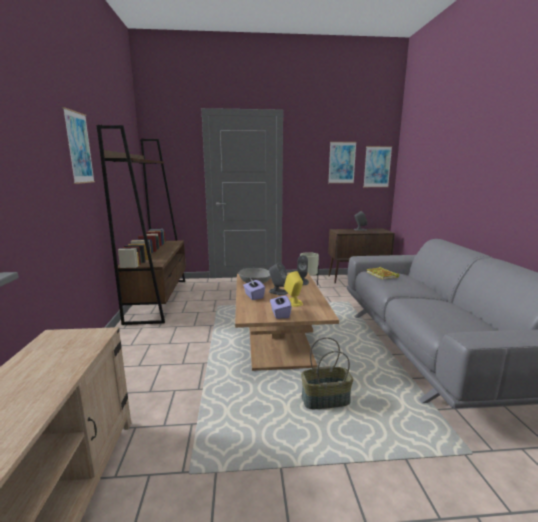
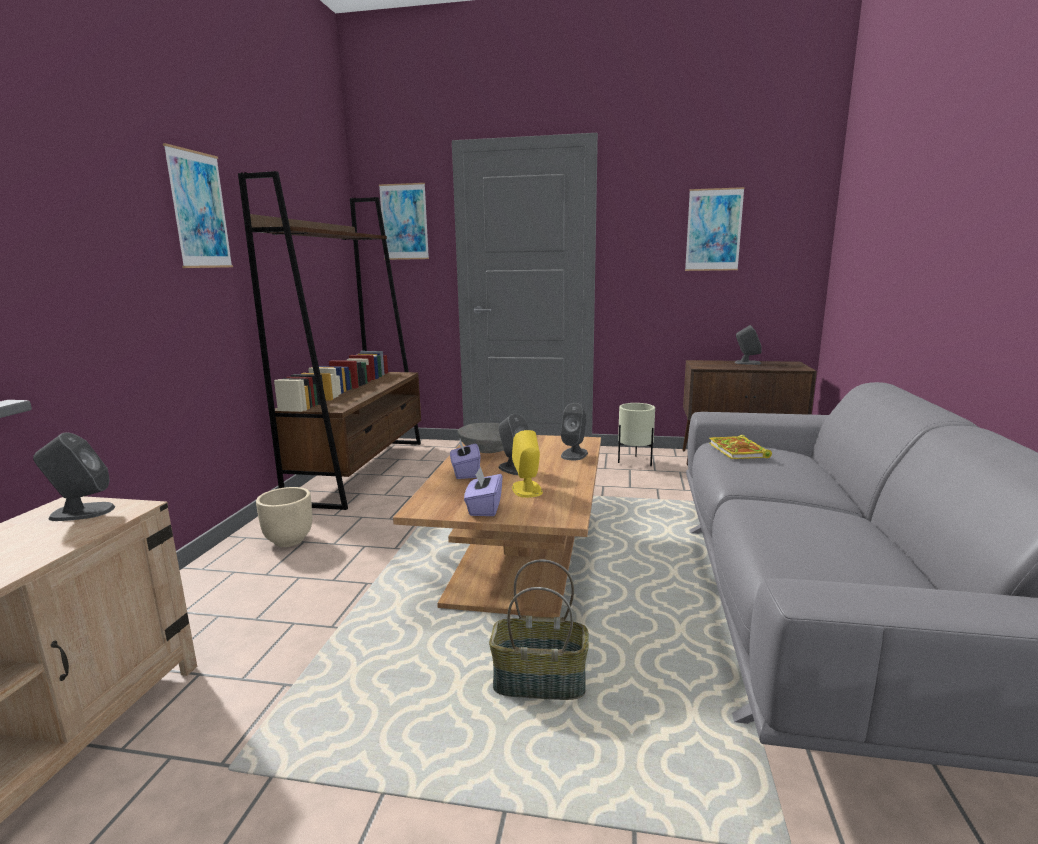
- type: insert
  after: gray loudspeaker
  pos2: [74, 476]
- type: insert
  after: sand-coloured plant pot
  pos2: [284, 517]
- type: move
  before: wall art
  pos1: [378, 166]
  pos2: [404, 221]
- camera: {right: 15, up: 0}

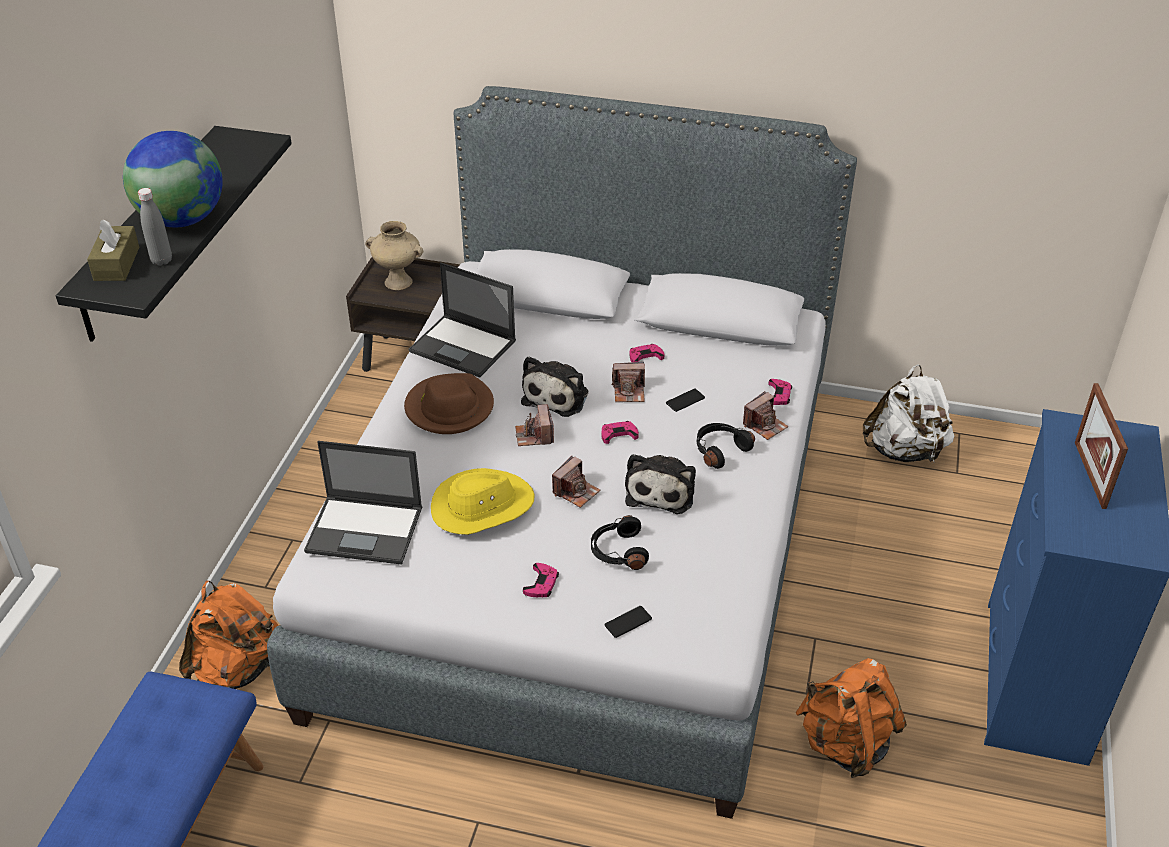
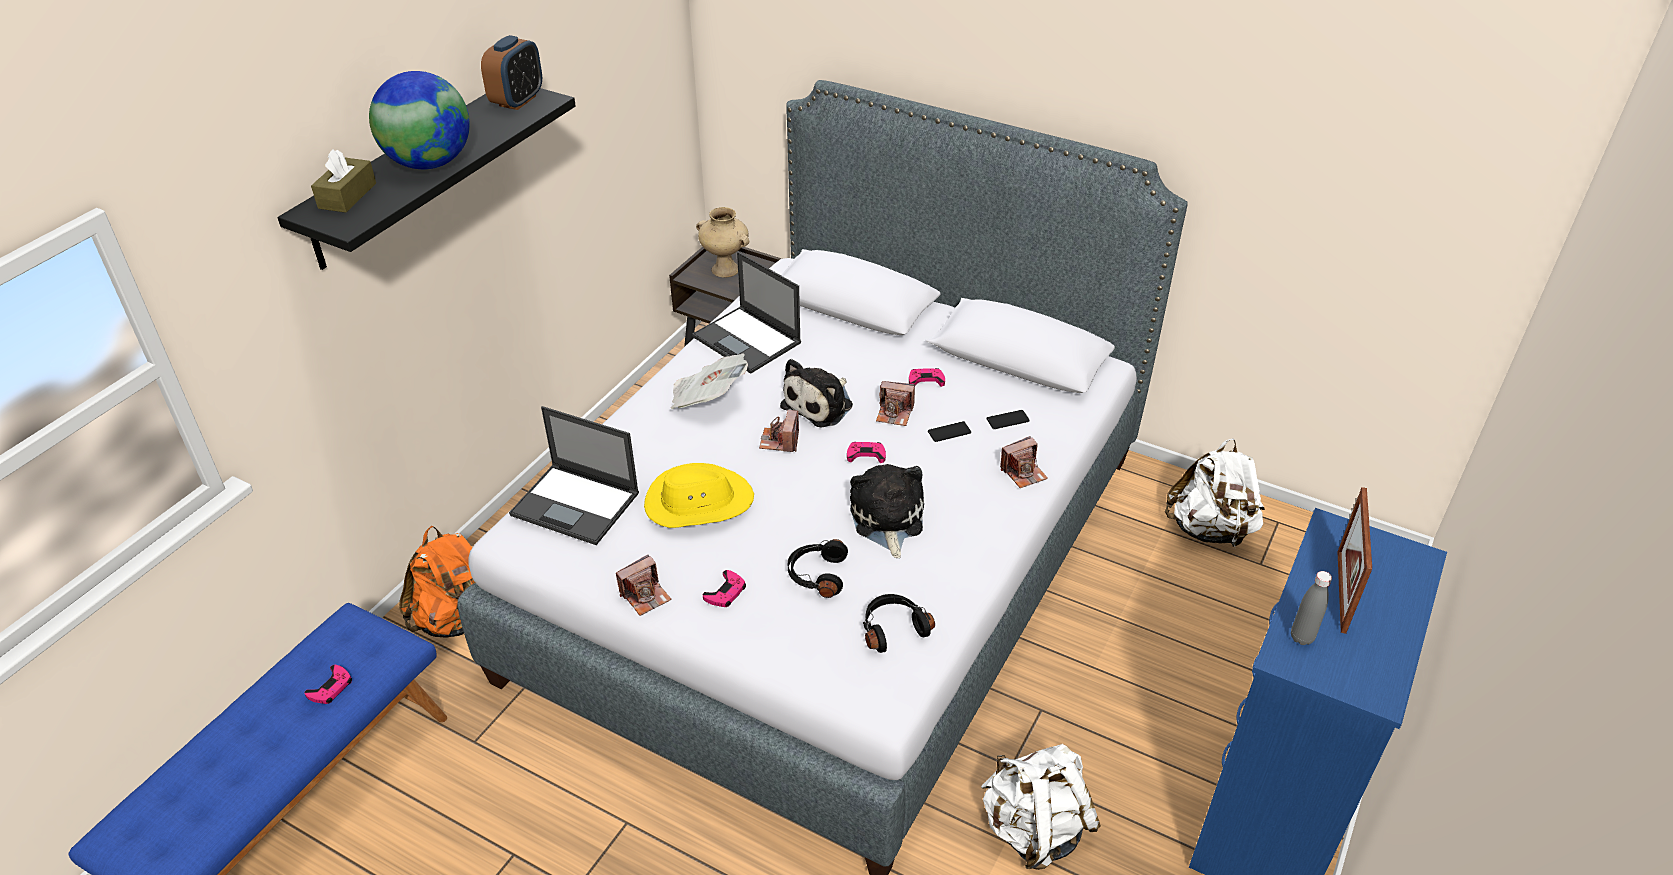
- type: move
  before: pink-coloured game controller
  pos1: [780, 392]
  pos2: [328, 684]
- type: insert
  after: alarm clock
  pos2: [511, 72]
- type: move
  before: photo camera
  pos1: [576, 482]
  pos2: [643, 585]
- type: replace
  before: brownish hat
  after: daily paper
  pos1: [449, 403]
  pos2: [709, 381]
- type: rotate
  before: plush toy
  pos1: [660, 484]
  pos2: [887, 511]
  turn: 150
- type: move
  before: blackish headphones
  pos1: [726, 446]
  pos2: [899, 623]
- type: recolor
  before: orange-coloured rucksack
  after: white rucksack
  pos1: [851, 718]
  pos2: [1041, 807]
- type: move
  before: telephone
  pos1: [628, 622]
  pos2: [1008, 419]
- type: move
  before: gray beverage bottle
  pos1: [155, 227]
  pos2: [1311, 608]
- camera: {right: 15, up: 0}

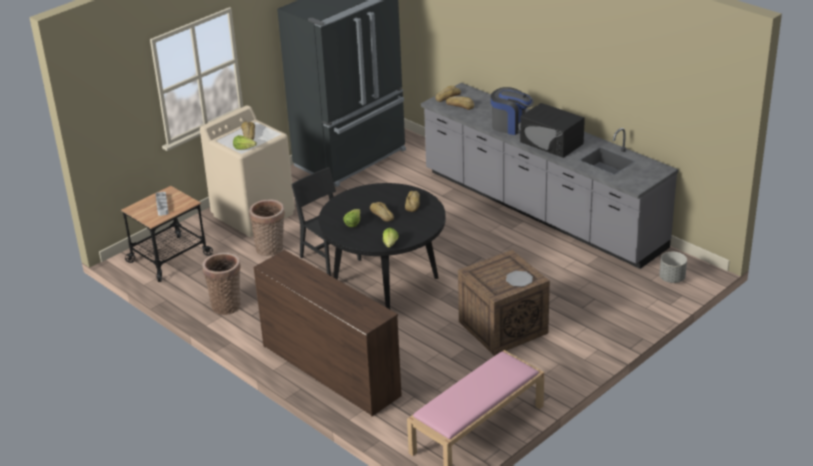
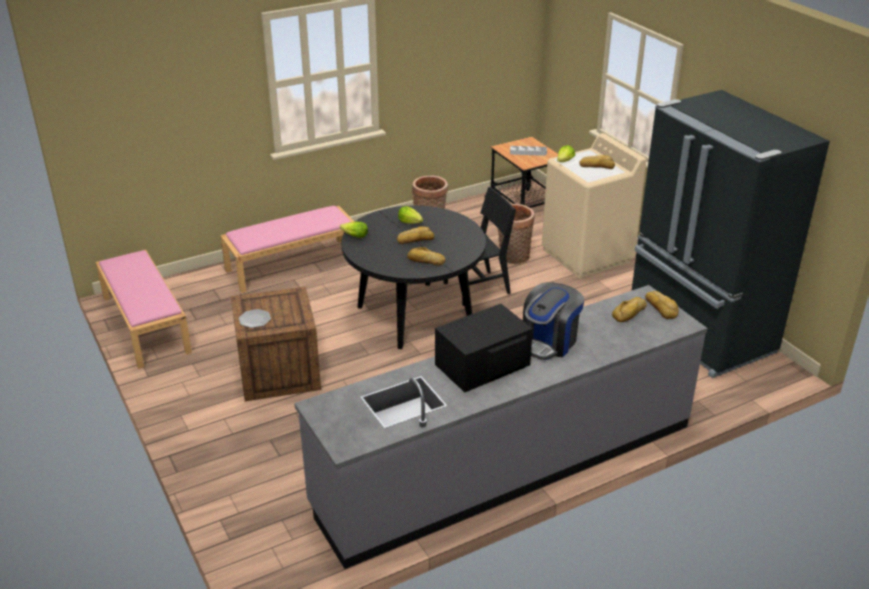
- type: replace
  before: brownish drawer chest
  after: pink-coloured indoor bench
  pos1: [327, 333]
  pos2: [287, 249]
- type: delete
  before: gray plant pot
  pos1: [673, 267]
- camera: {right: 105, up: 0}

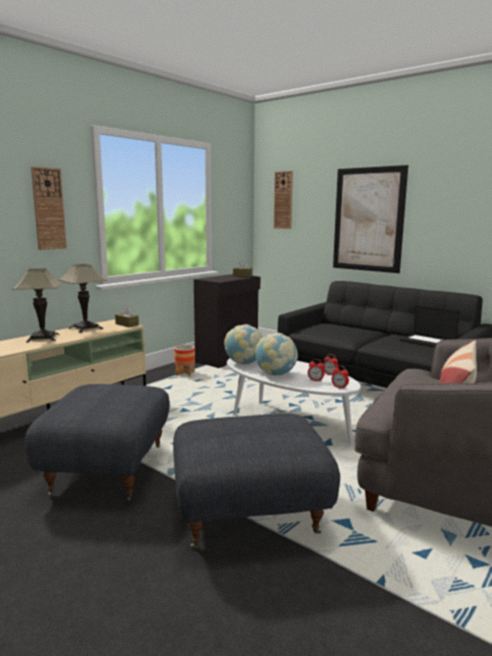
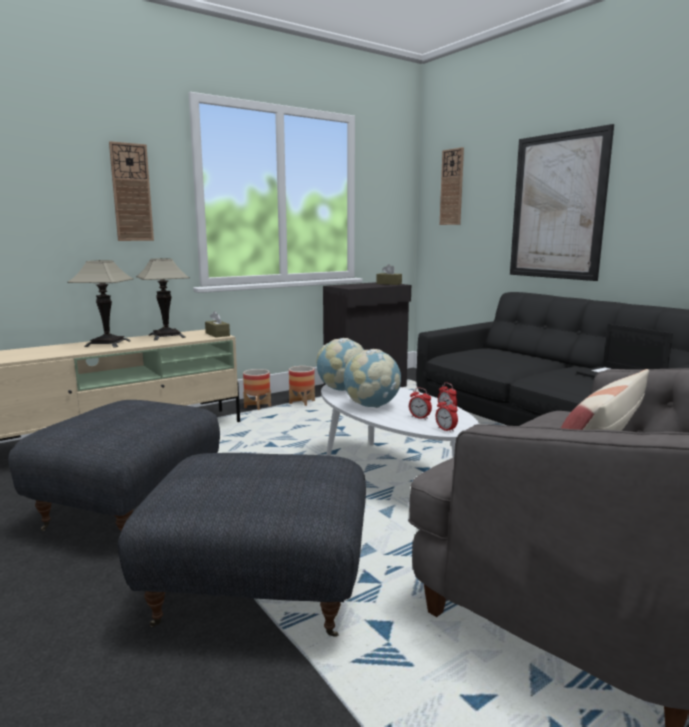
- type: insert
  after: plant pot
  pos2: [257, 389]
- camera: {right: 15, up: 0}

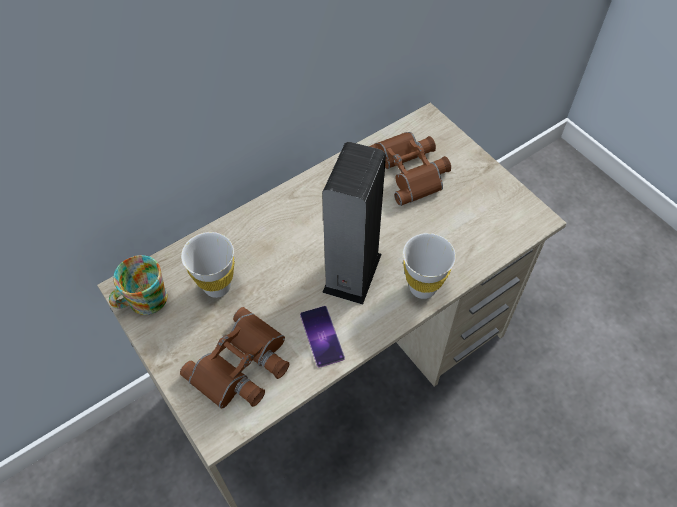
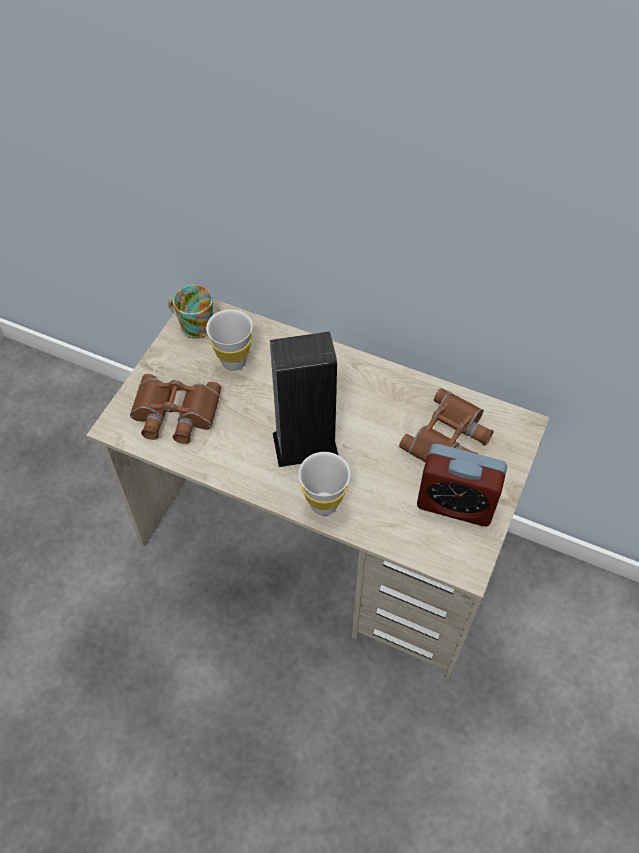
- type: insert
  after: alarm clock
  pos2: [462, 485]
- type: delete
  before: telephone
  pos1: [322, 337]
- camera: {right: 60, up: 0}

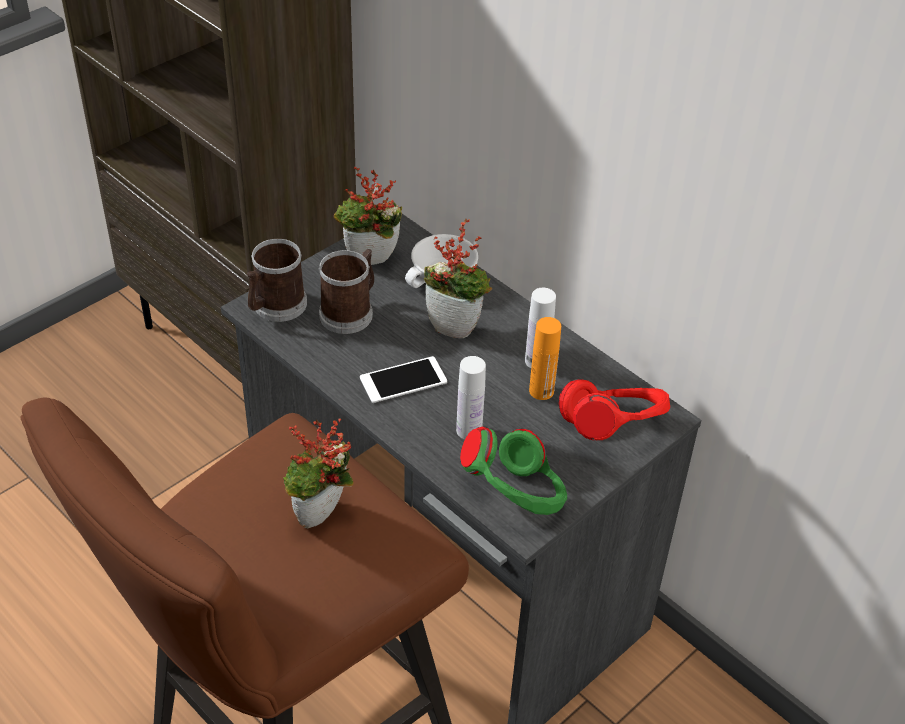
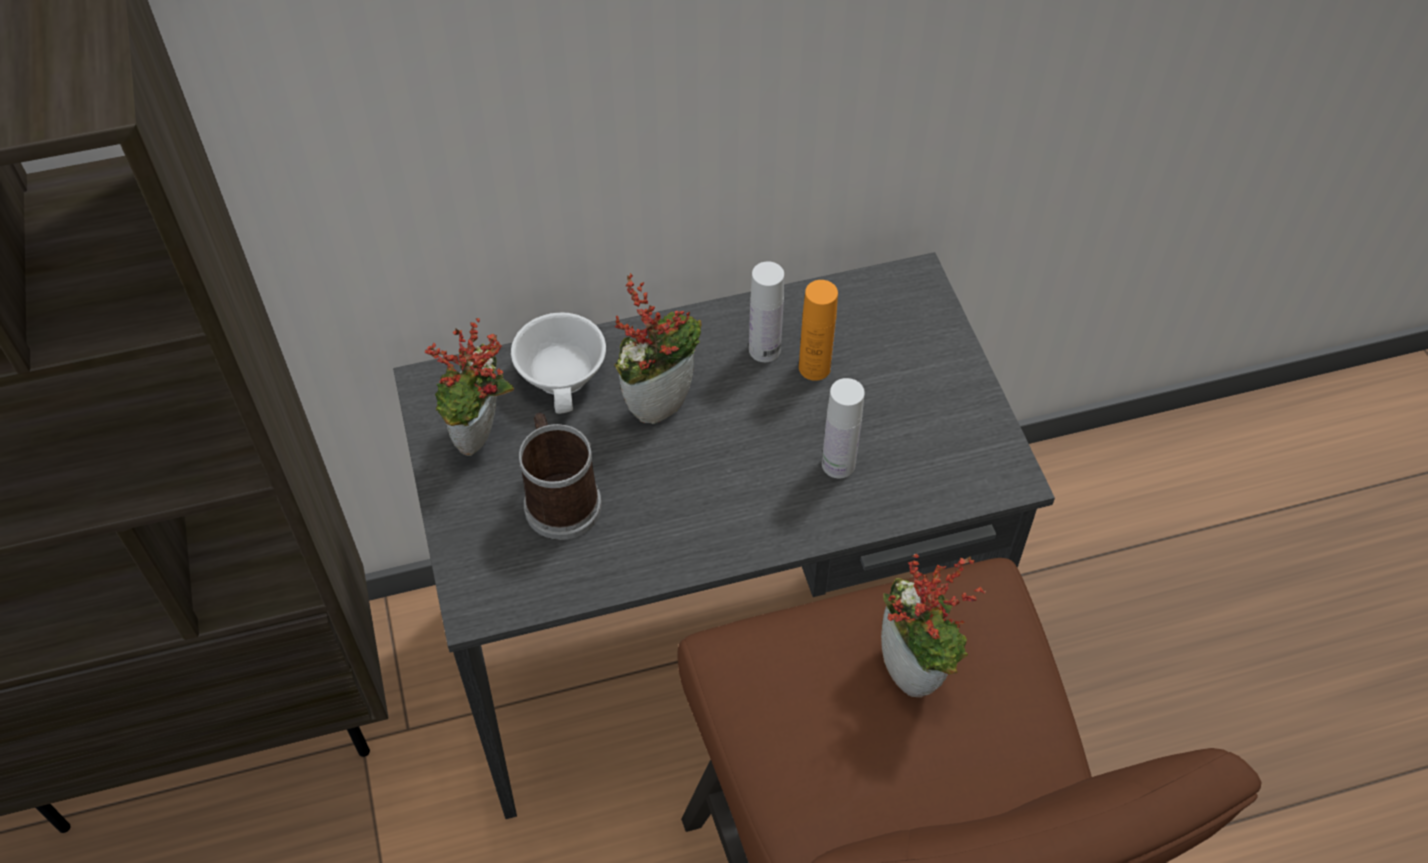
- type: delete
  before: coffee mug
  pos1: [277, 280]
- type: delete
  before: telephone
  pos1: [403, 379]
- type: delete
  before: greenish headphones
  pos1: [513, 470]
- type: delete
  before: reddish headphones
  pos1: [614, 410]
- camera: {right: -60, up: 10}

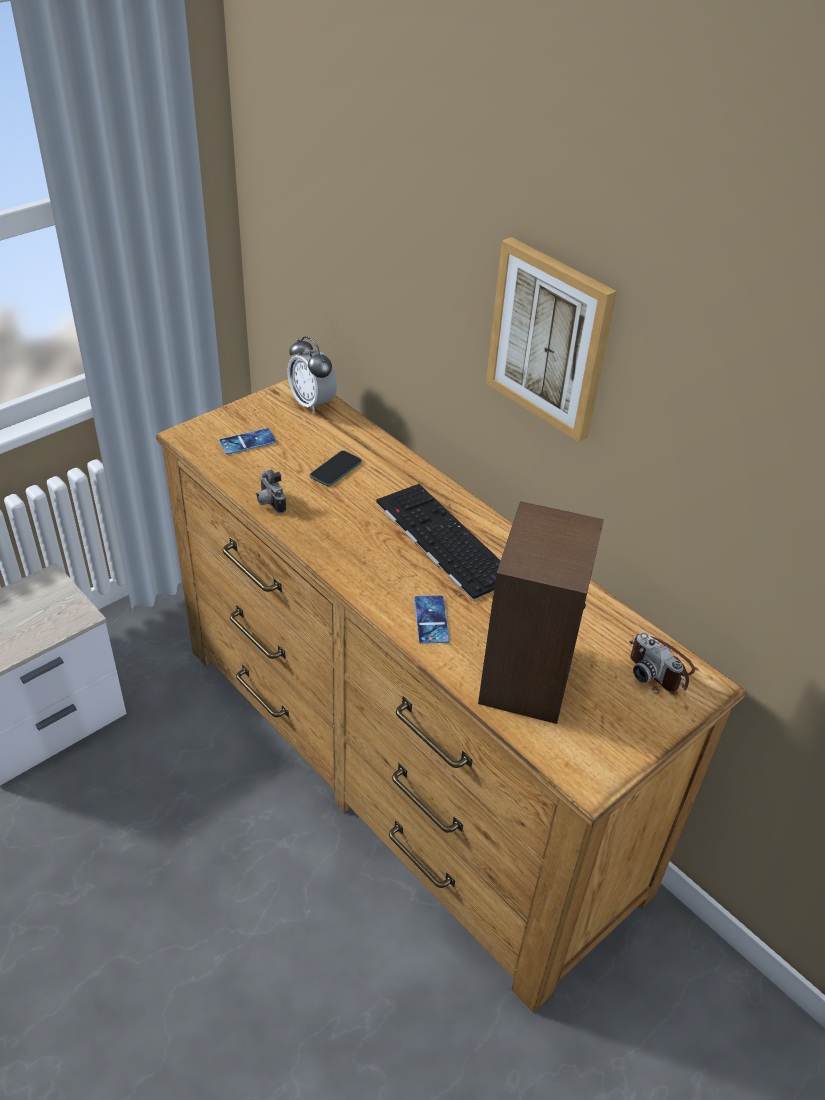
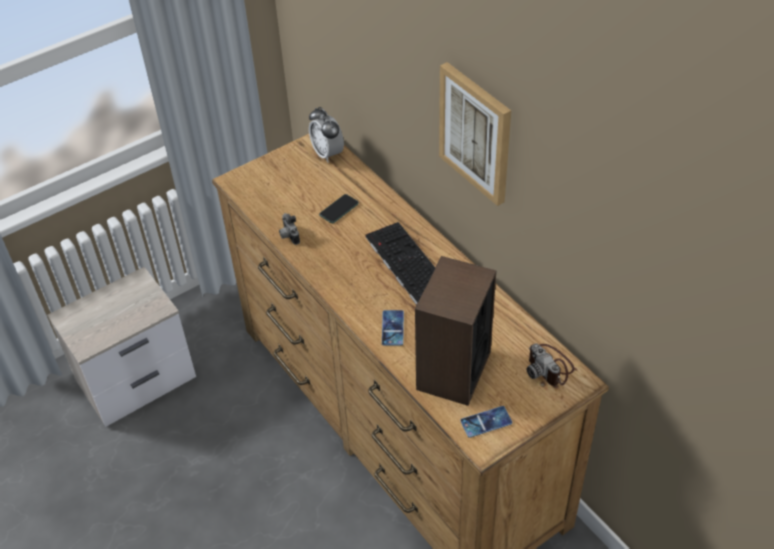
- type: move
  before: telephone
  pos1: [247, 441]
  pos2: [486, 422]
- camera: {right: 10, up: 5}

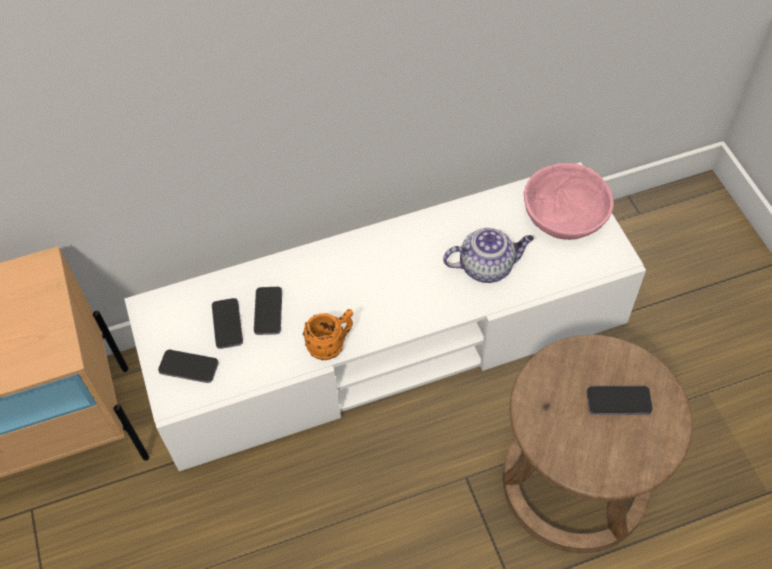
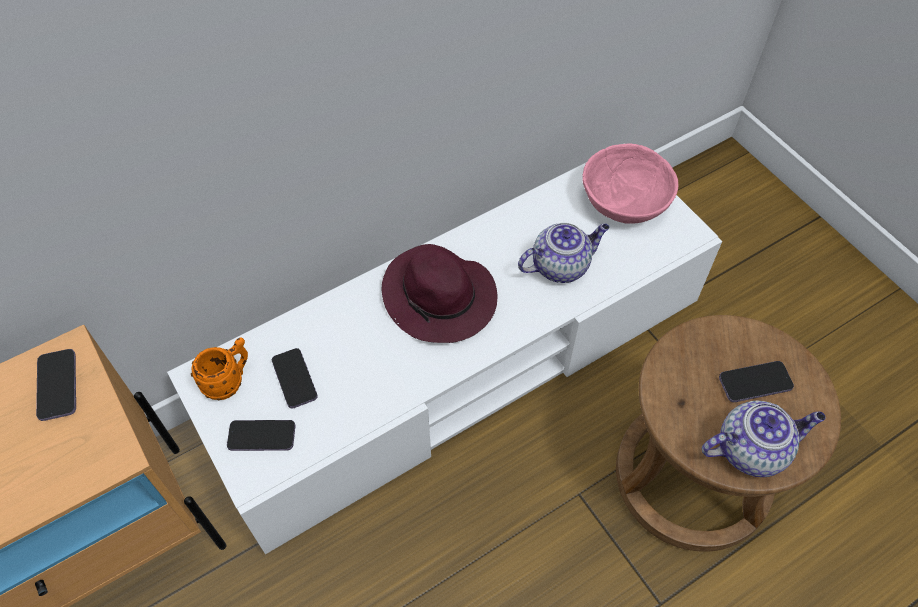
- type: move
  before: telephone
  pos1: [268, 311]
  pos2: [56, 385]
- type: move
  before: orange-coloured coffee mug
  pos1: [328, 334]
  pos2: [219, 368]
- type: insert
  after: purple hat
  pos2: [440, 293]
- type: insert
  after: tea pot
  pos2: [764, 439]
- camera: {right: -15, up: 0}

